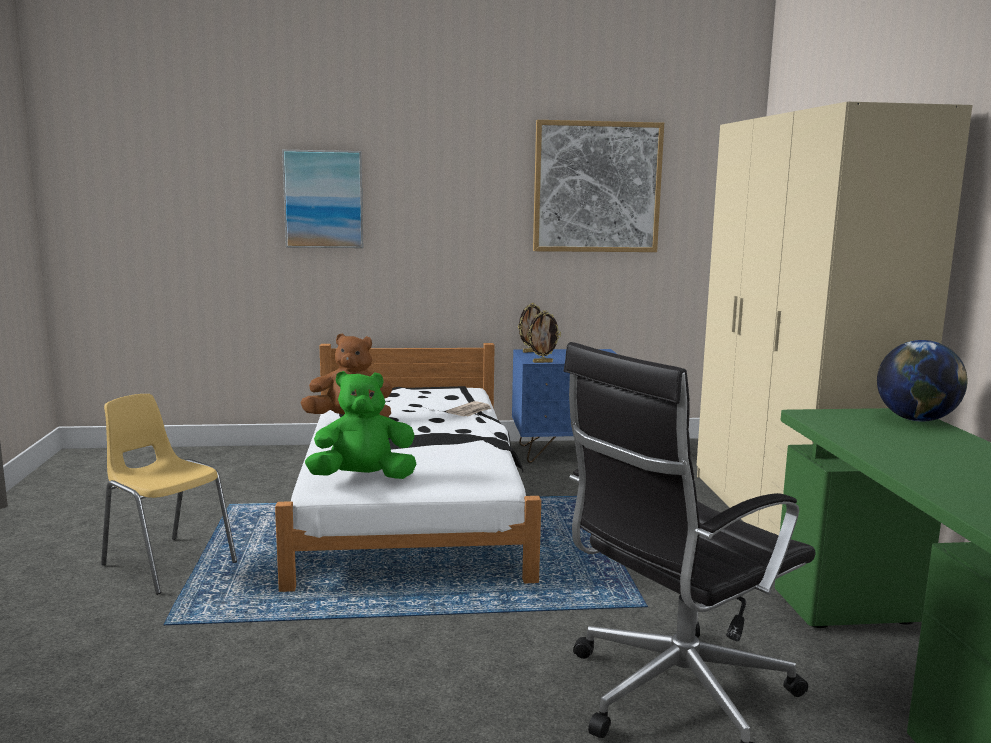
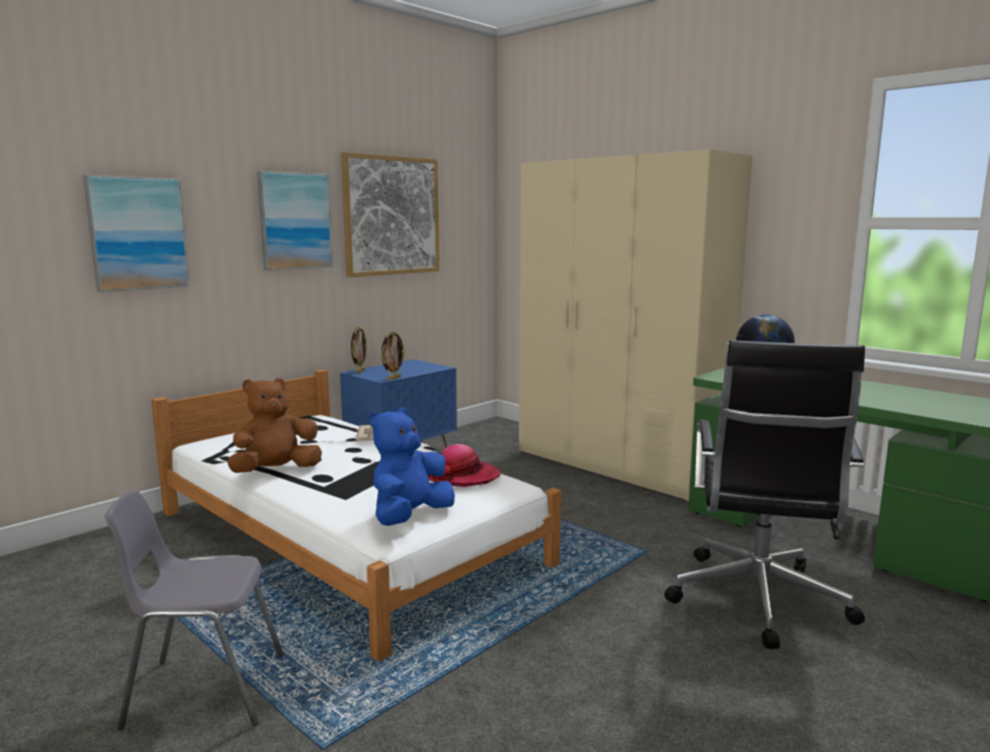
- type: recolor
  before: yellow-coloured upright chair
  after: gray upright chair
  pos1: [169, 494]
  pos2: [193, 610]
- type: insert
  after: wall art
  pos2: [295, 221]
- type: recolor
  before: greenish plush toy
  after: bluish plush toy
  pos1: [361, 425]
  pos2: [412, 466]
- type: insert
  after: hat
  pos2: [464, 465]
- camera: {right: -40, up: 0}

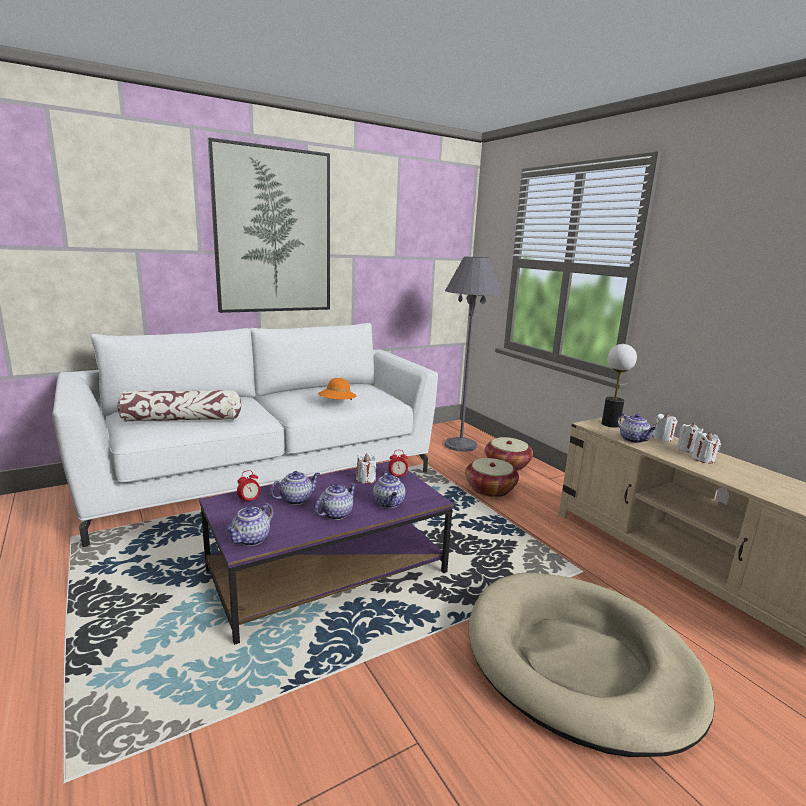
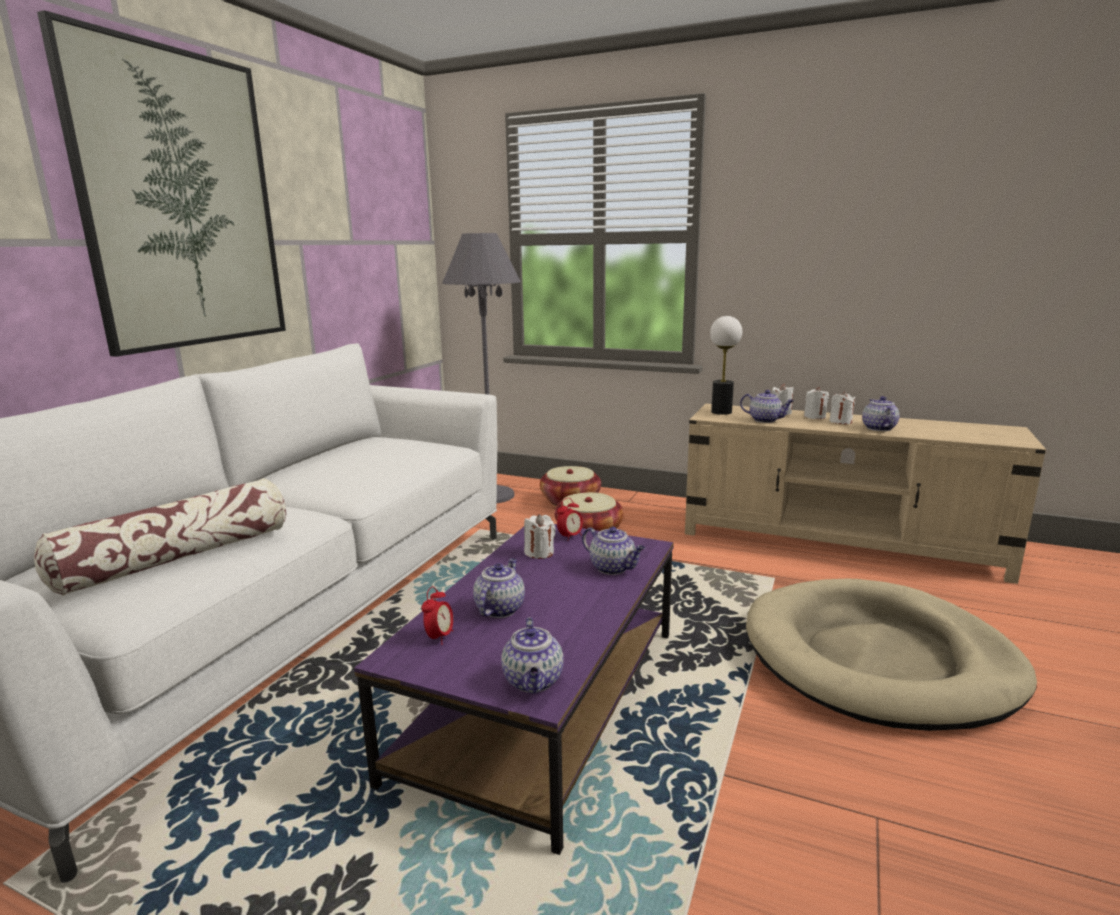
- type: move
  before: tea pot
  pos1: [335, 501]
  pos2: [881, 413]
- type: delete
  before: orange-coloured hat
  pos1: [337, 389]
- camera: {right: -35, up: 0}

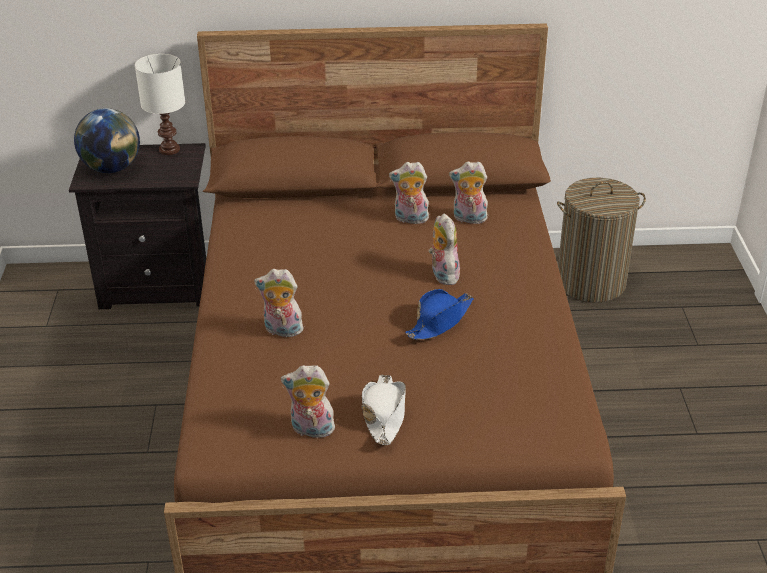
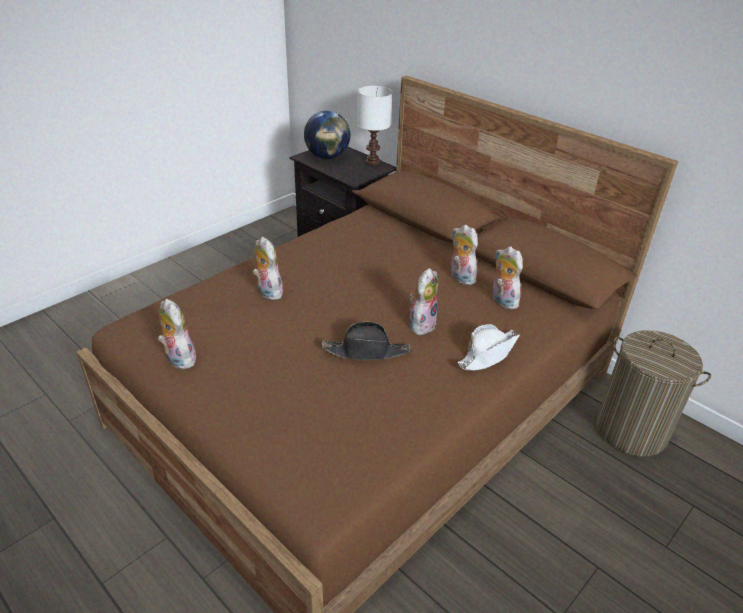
- type: recolor
  before: bluish hat
  after: blackish hat
  pos1: [439, 314]
  pos2: [366, 340]
- type: move
  before: white hat
  pos1: [383, 409]
  pos2: [488, 347]
- camera: {right: 45, up: 0}

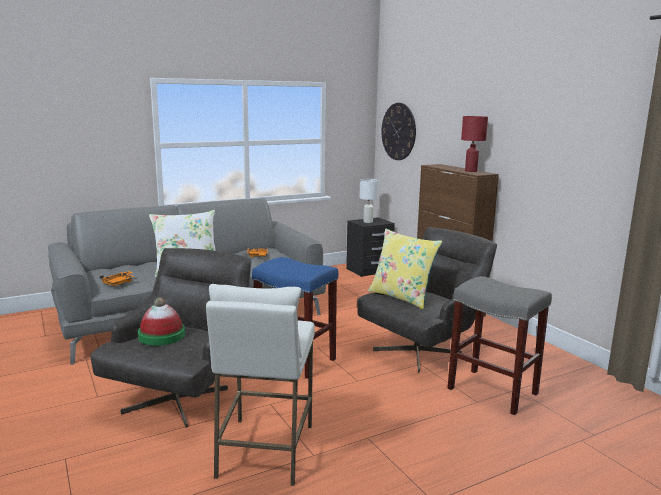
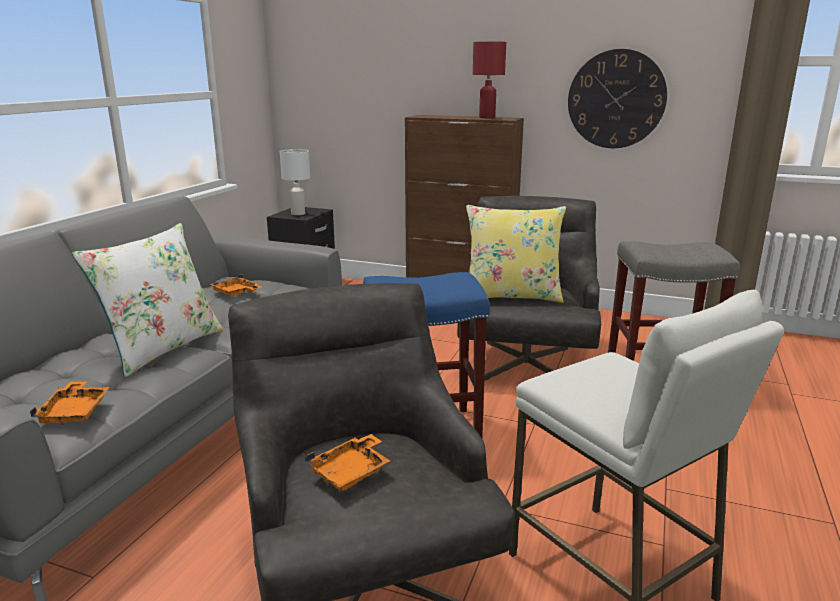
- type: replace
  before: hat
  after: orange-coloured serving tray
  pos1: [161, 322]
  pos2: [347, 462]
- type: move
  before: hanging clock
  pos1: [398, 131]
  pos2: [617, 98]
- camera: {right: -40, up: 5}

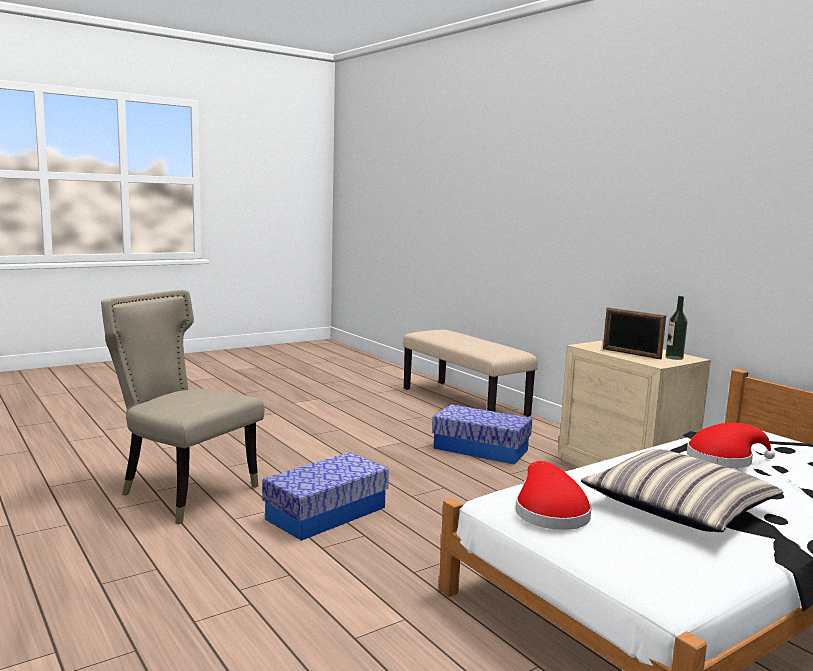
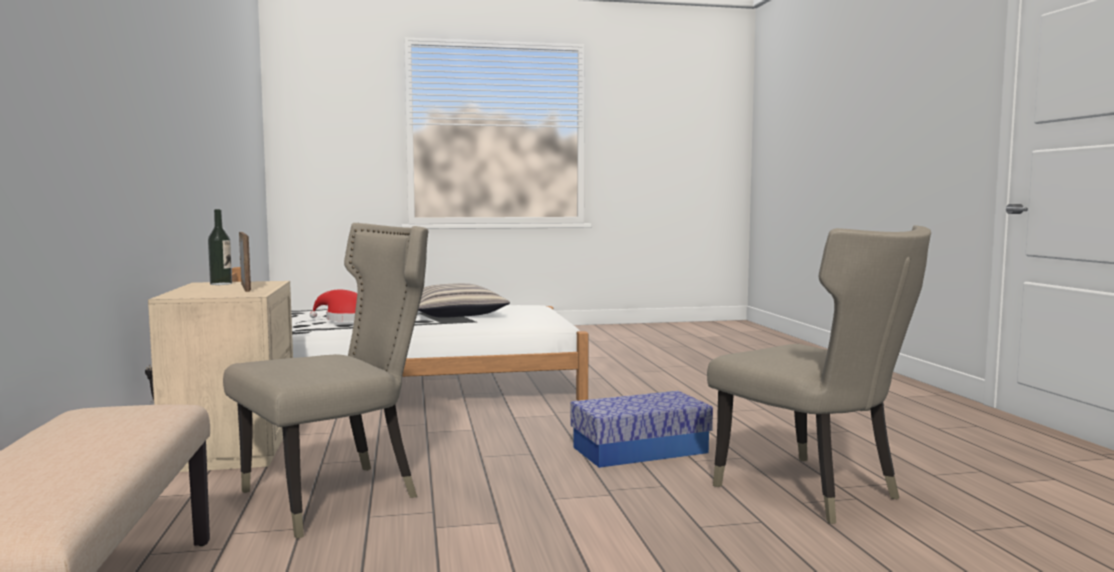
- type: replace
  before: storage container
  after: sand-coloured upright chair
  pos1: [482, 434]
  pos2: [325, 381]
- type: delete
  before: reddish hat
  pos1: [553, 495]
- camera: {right: -155, up: -5}

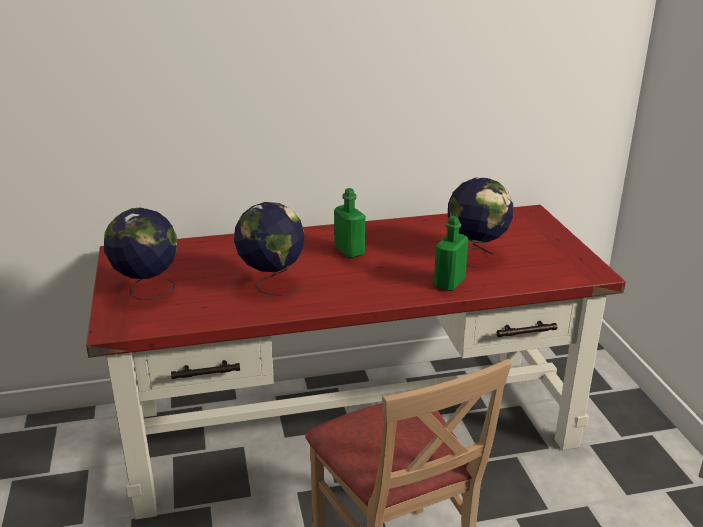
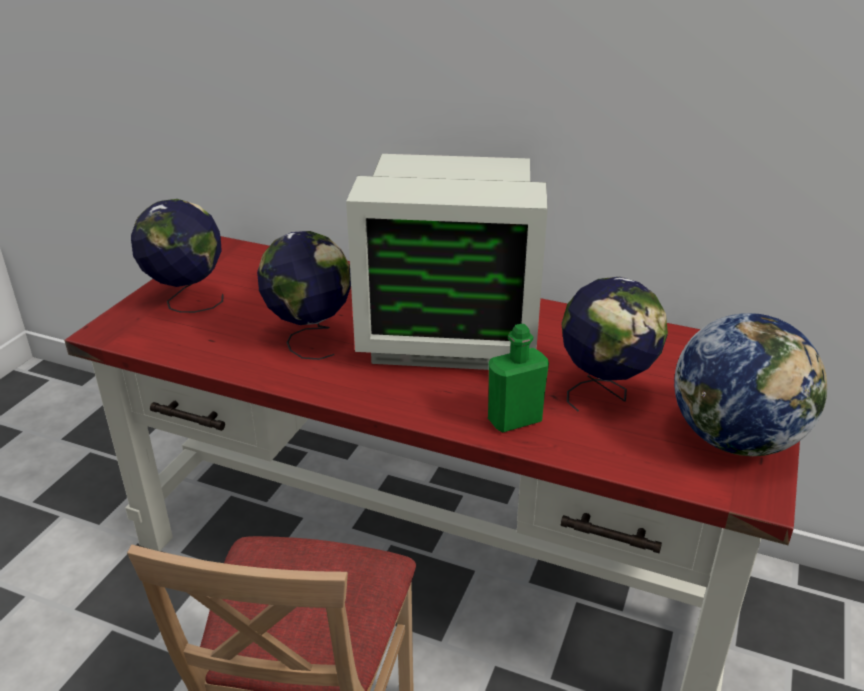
- type: replace
  before: greenish beverage bottle
  after: computer screen
  pos1: [349, 223]
  pos2: [447, 262]
- type: insert
  after: globe
  pos2: [750, 384]
- camera: {right: 35, up: 5}

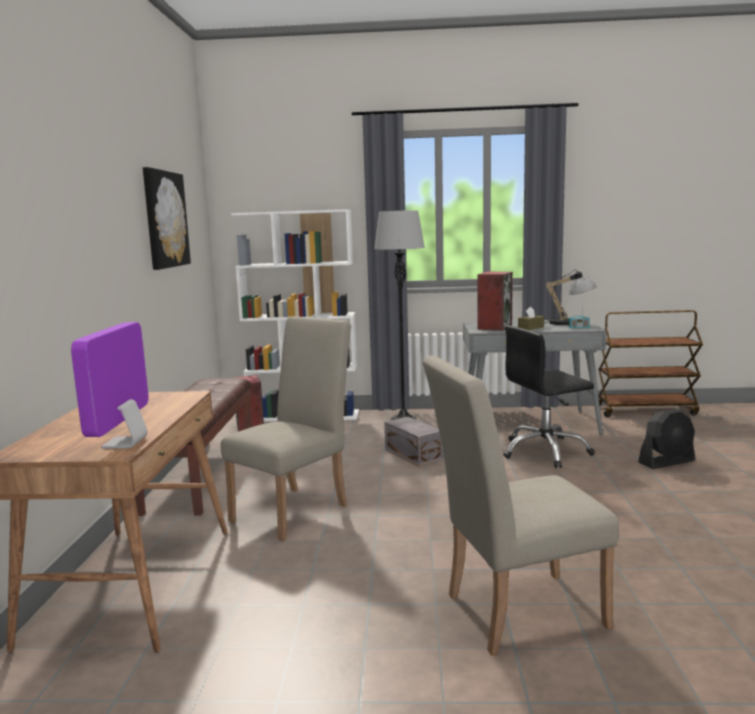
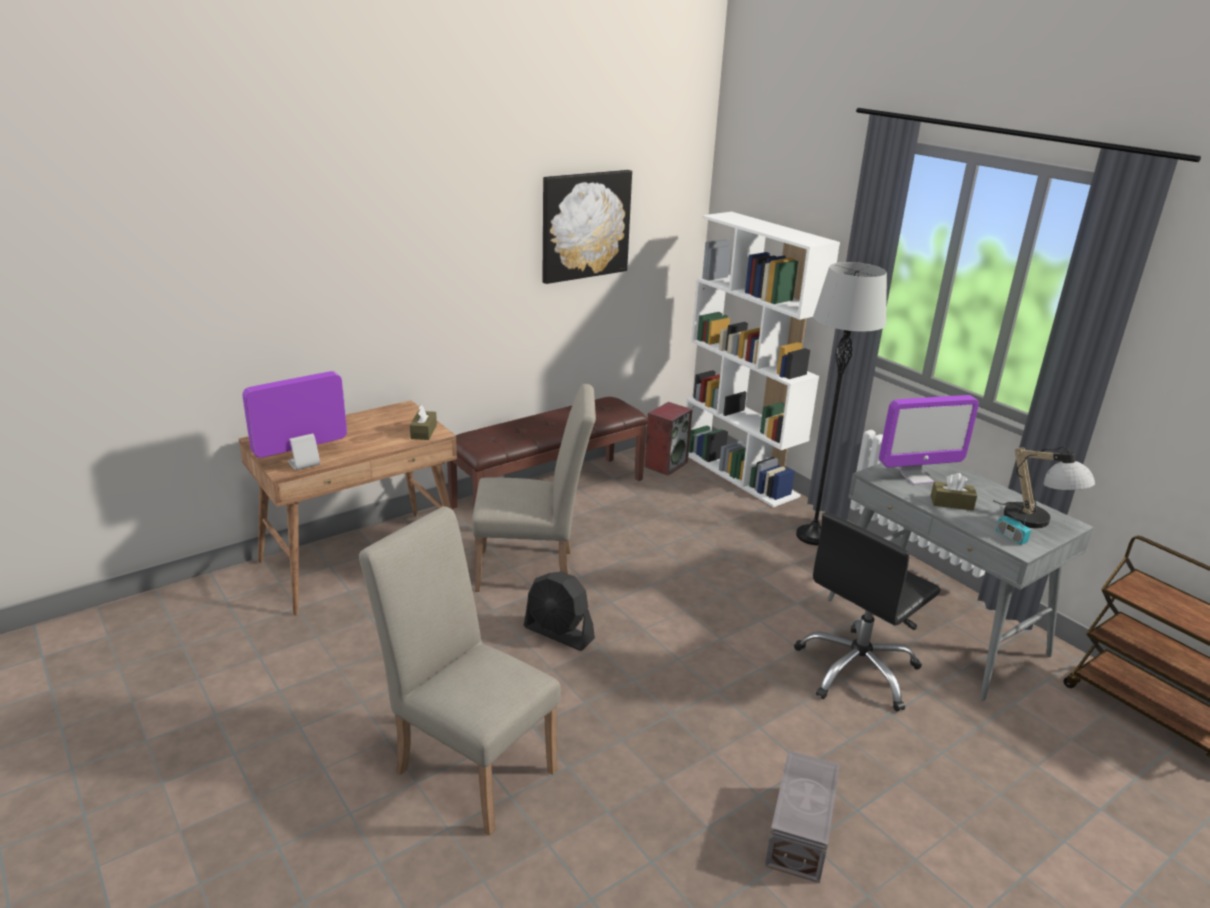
- type: insert
  after: brownish tissue holder
  pos2: [423, 422]
- type: move
  before: blackish electric fan
  pos1: [666, 439]
  pos2: [559, 611]
- type: move
  before: gray storage container
  pos1: [414, 442]
  pos2: [802, 816]
- type: rotate
  before: blackish office chair
  pos1: [549, 396]
  pos2: [867, 612]
  turn: -75
- type: replace
  before: loudspeaker
  after: computer screen
  pos1: [495, 301]
  pos2: [929, 440]
- camera: {right: 50, up: 15}

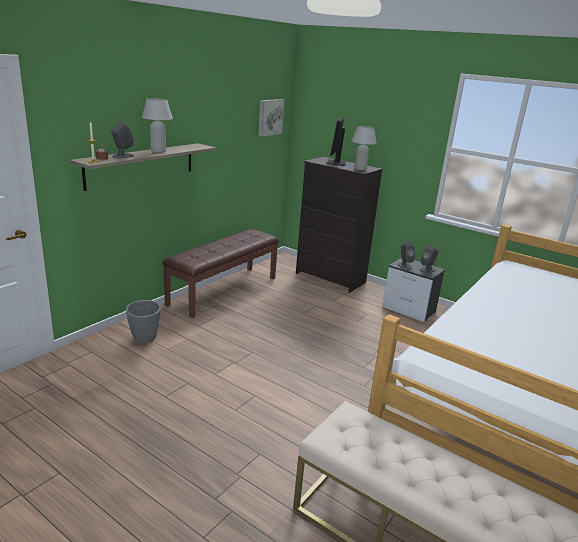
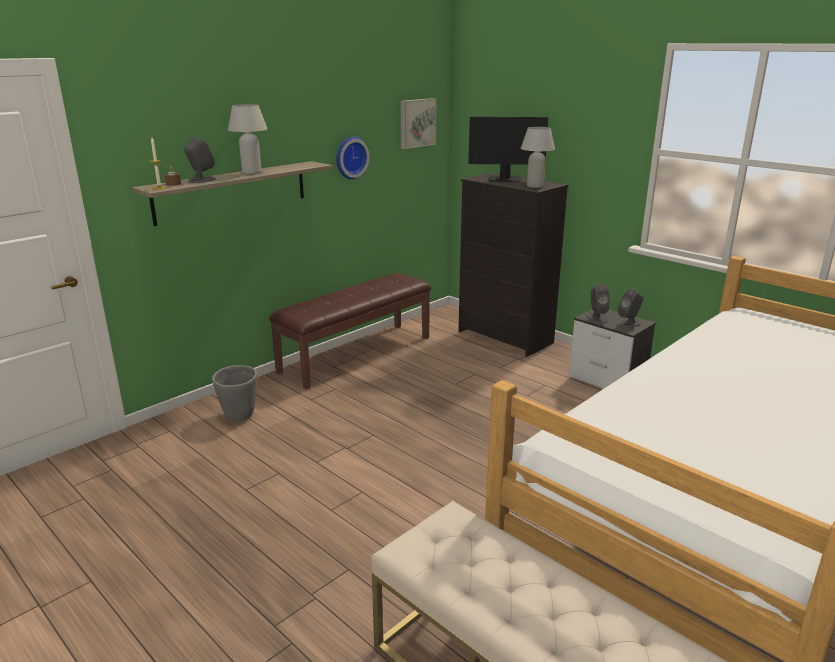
- type: insert
  after: hanging clock
  pos2: [353, 158]
- type: rotate
  before: computer screen
  pos1: [336, 140]
  pos2: [508, 149]
  turn: -105
- camera: {right: 10, up: 0}

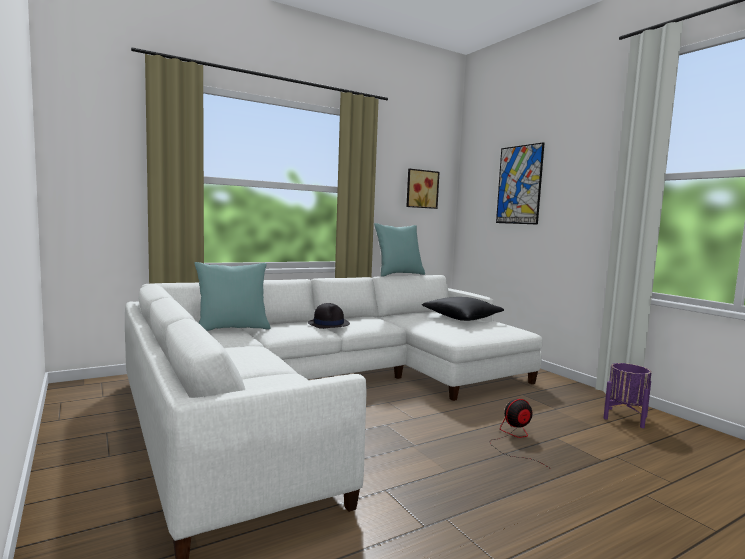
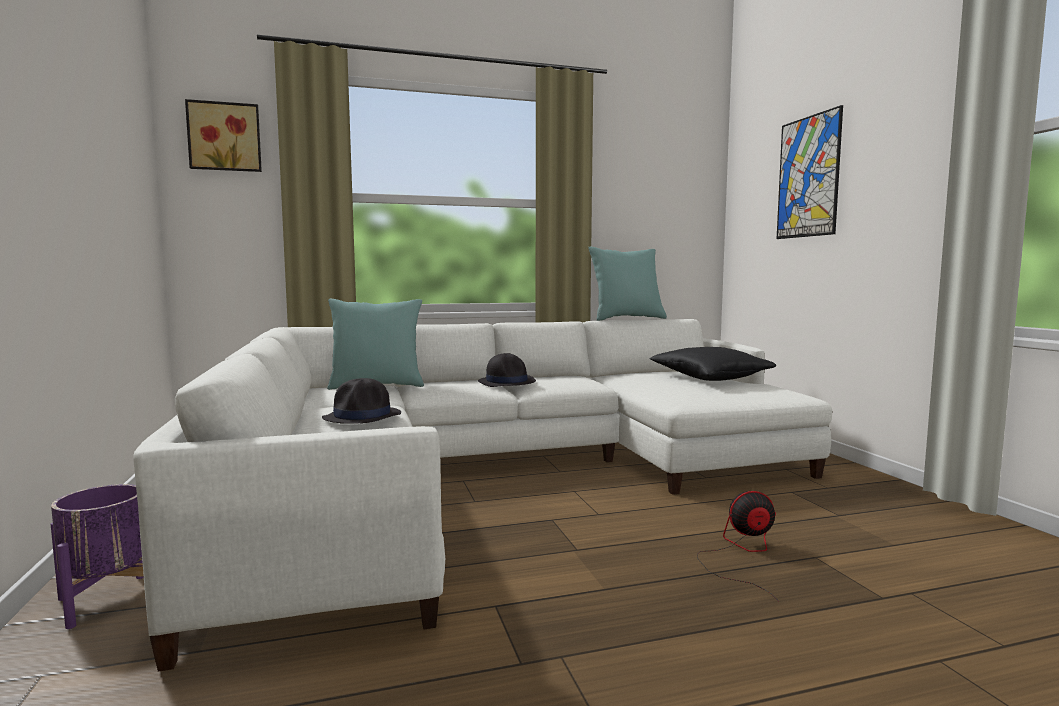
- type: move
  before: purple plant pot
  pos1: [628, 395]
  pos2: [97, 556]
- type: move
  before: wall art
  pos1: [422, 189]
  pos2: [223, 135]
- type: insert
  after: blackish hat
  pos2: [361, 401]
- camera: {right: 15, up: 0}

